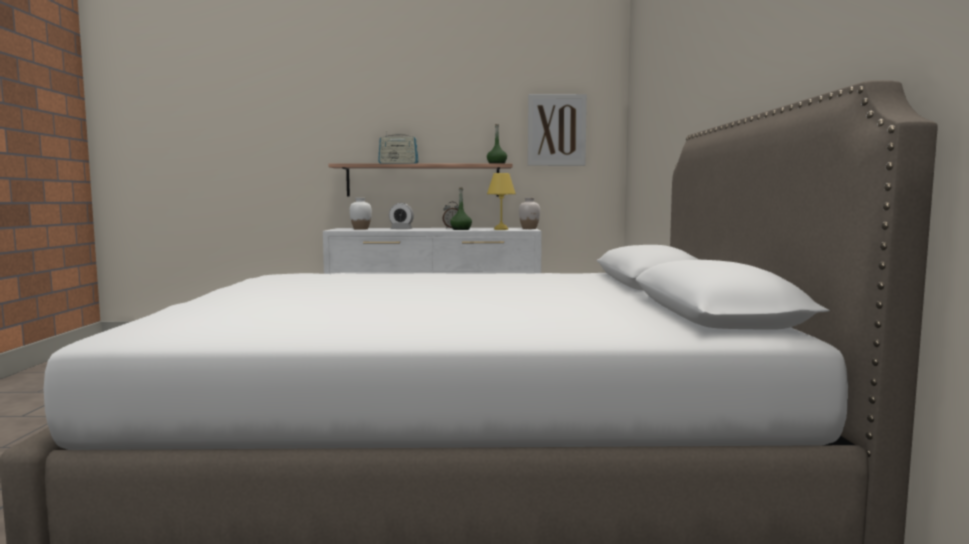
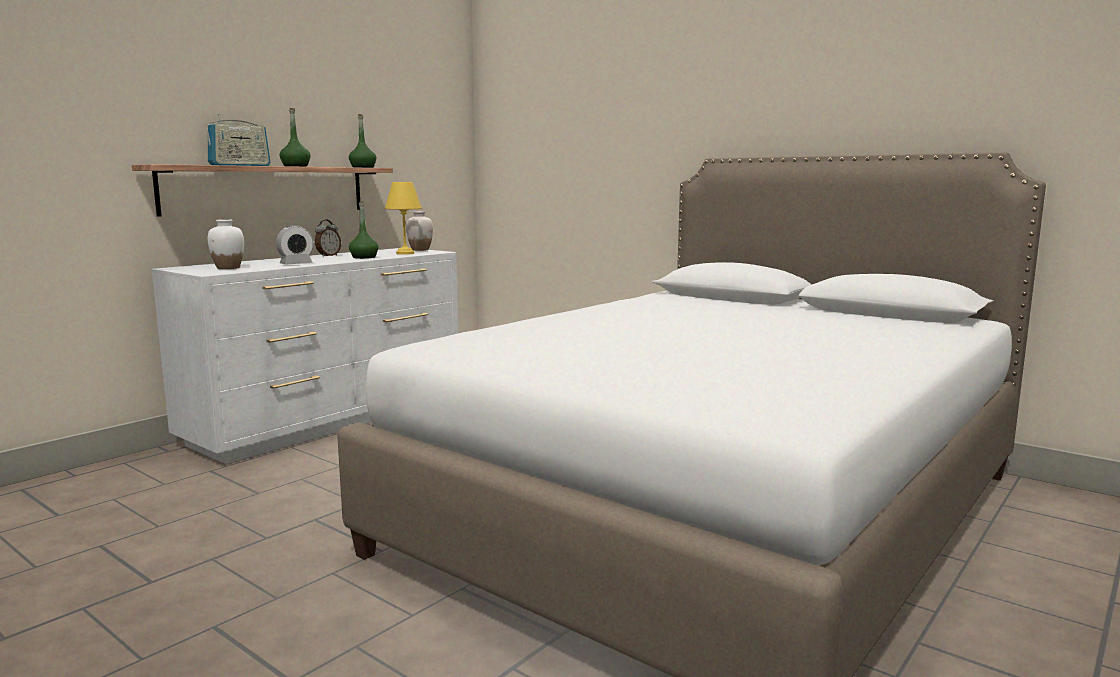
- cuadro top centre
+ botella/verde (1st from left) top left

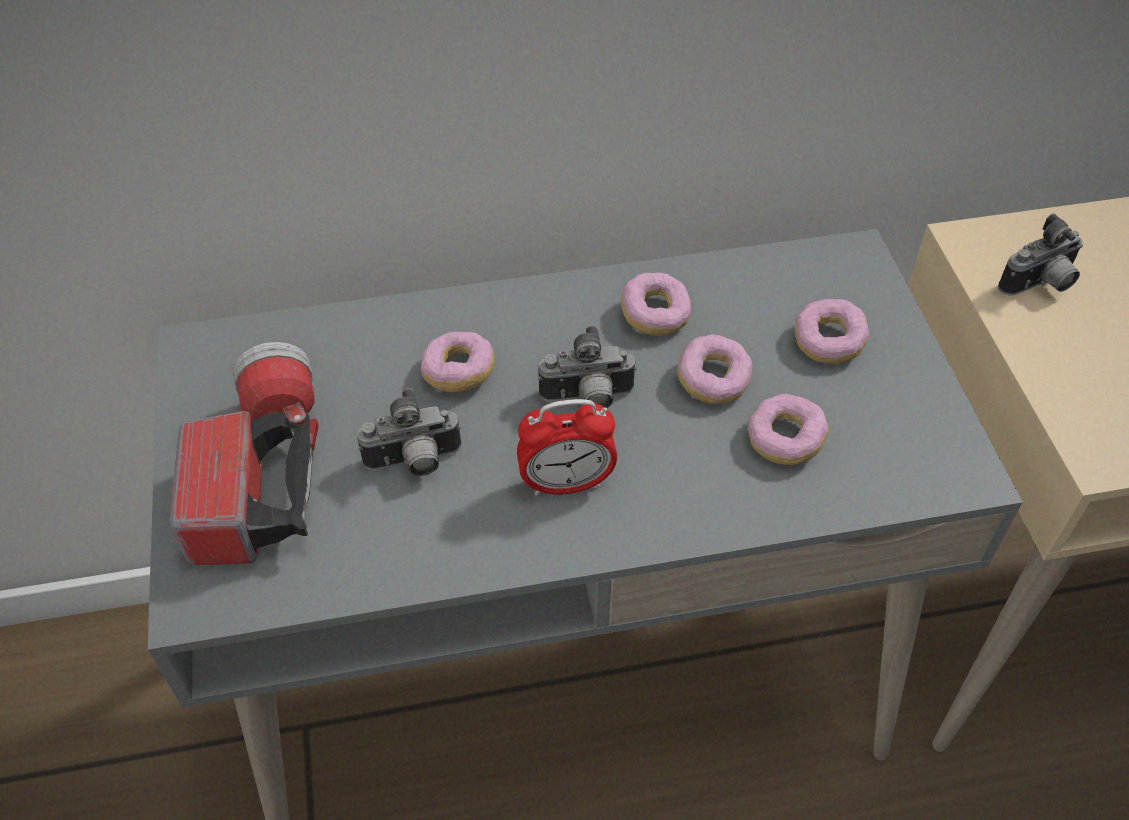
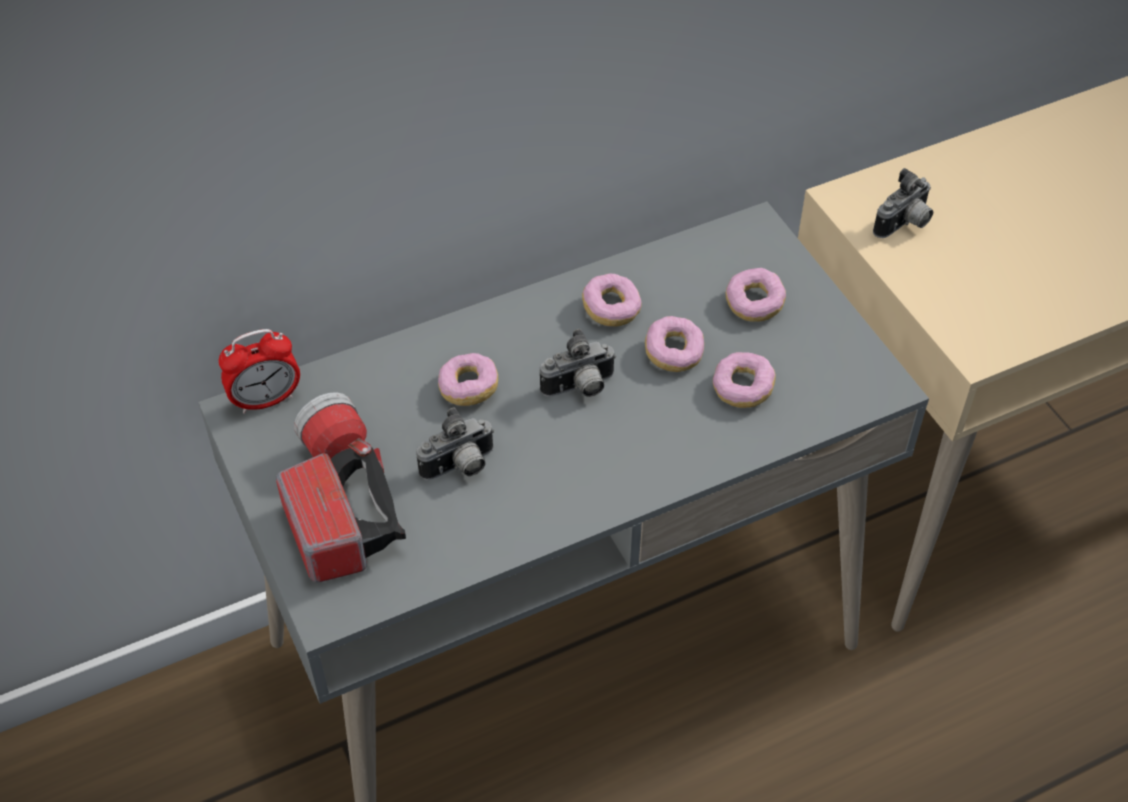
~ despertador centre to middle left

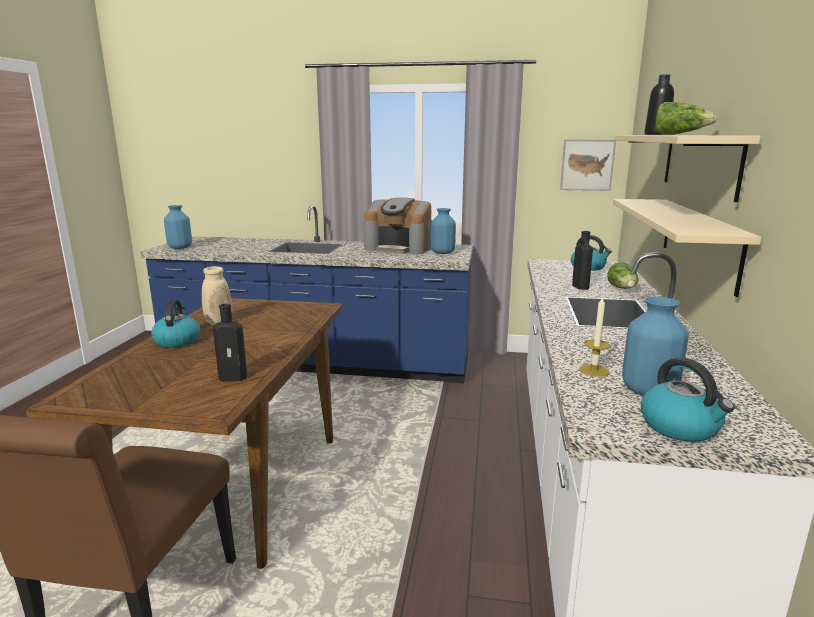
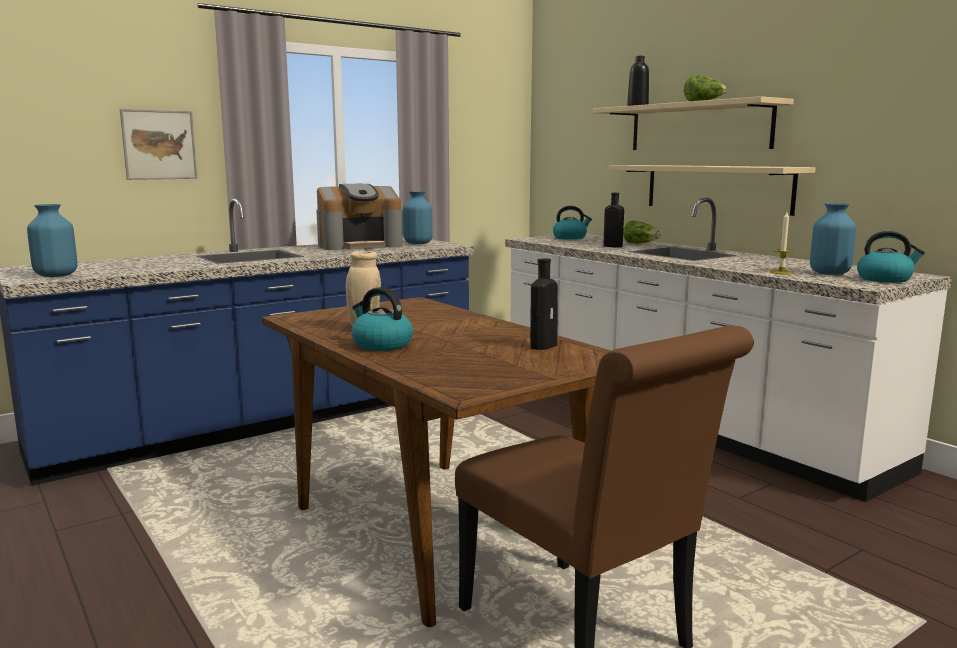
~ cuadro top right to top left

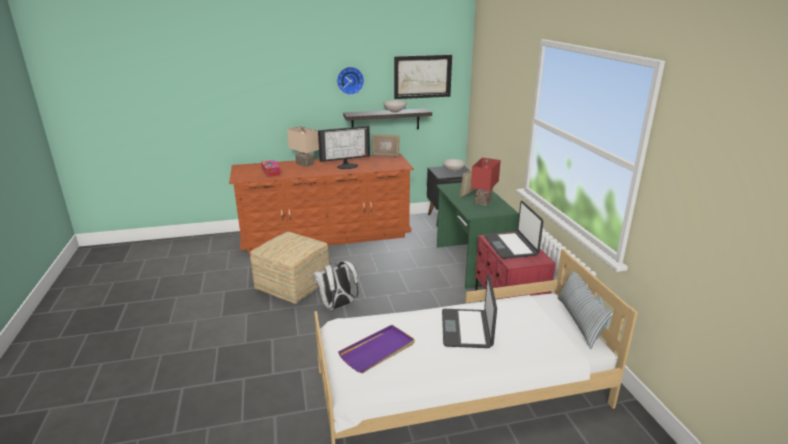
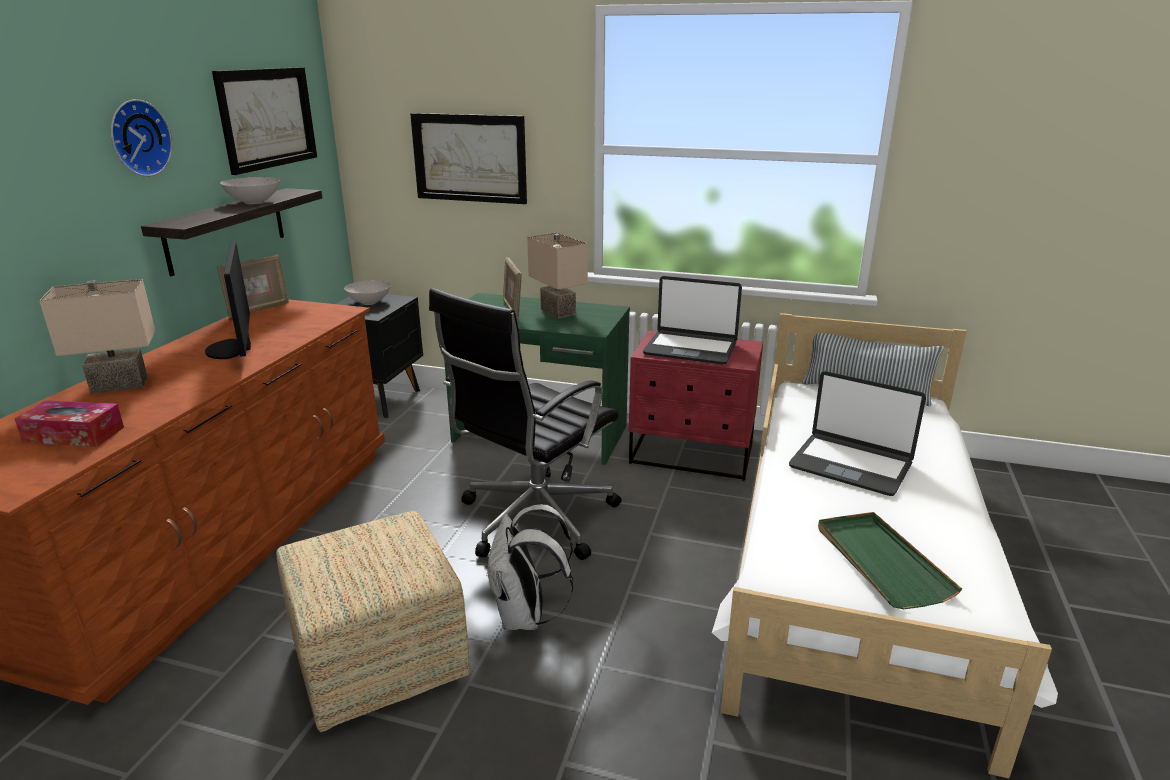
+ cuadro (2nd from left) top centre
+ silla de oficina/negro centre
~ bandeja/morado bottom centre to bandeja/verde bottom right
~ lámpara de mesa/rojo centre to lámpara de mesa/beis (2nd from left) centre
~ monitor top centre = middle left 150 degrees clockwise

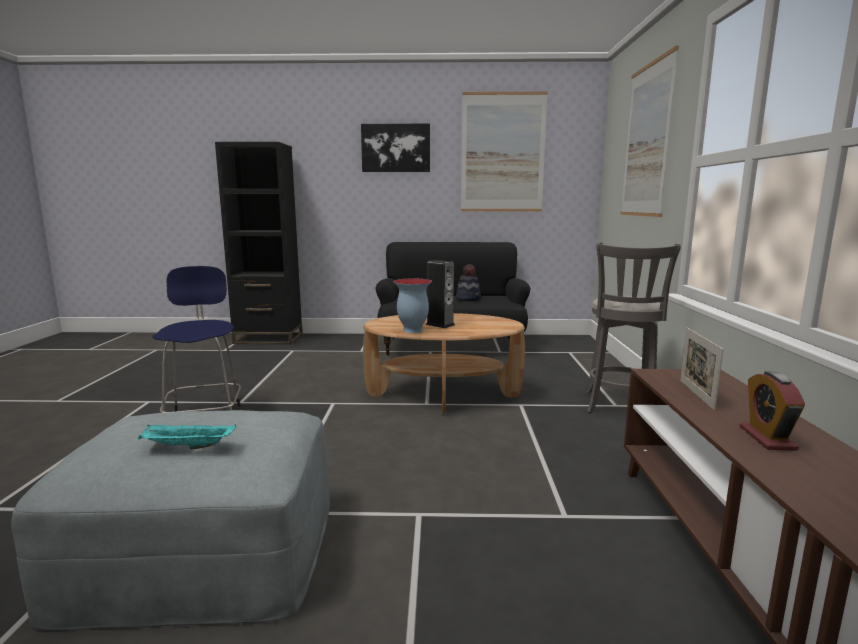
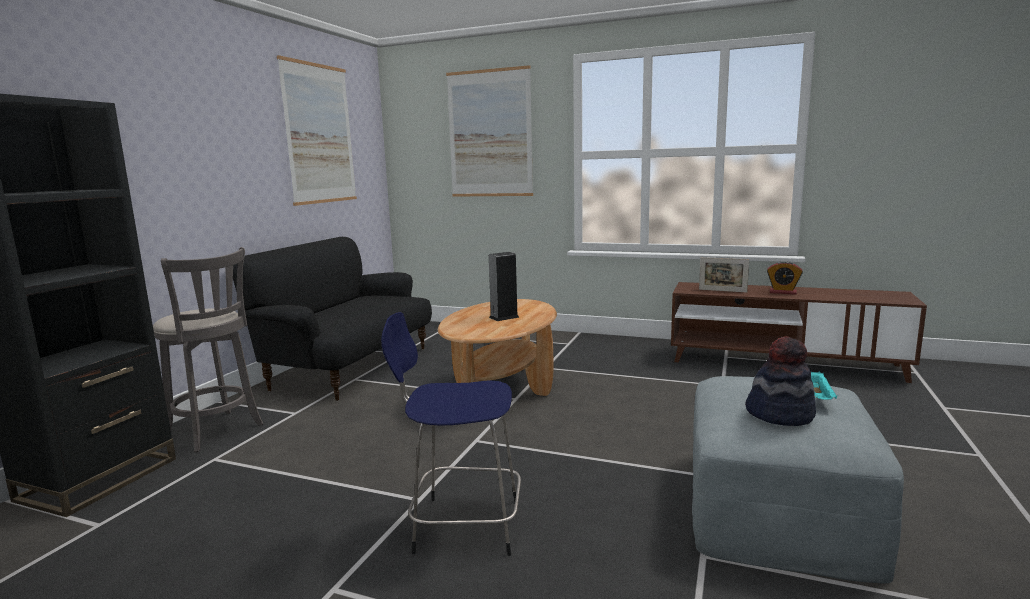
- cuadro (1st from left) top centre
- florero centre
~ sombrero centre to middle right
~ taburete/gris middle right to middle left

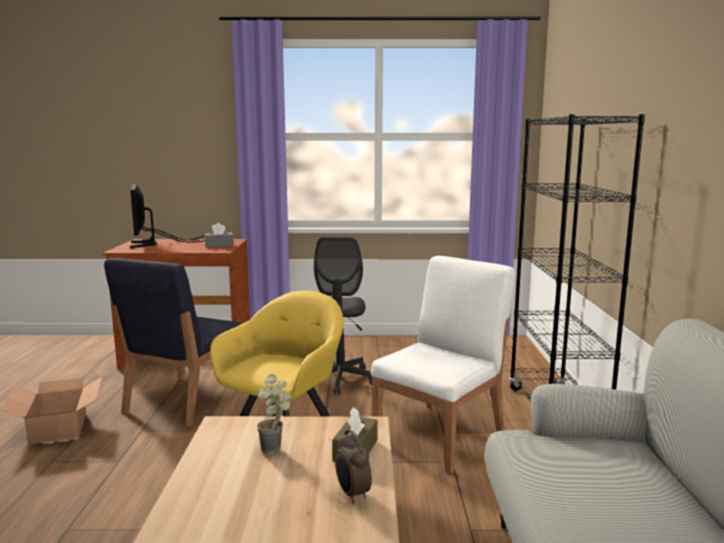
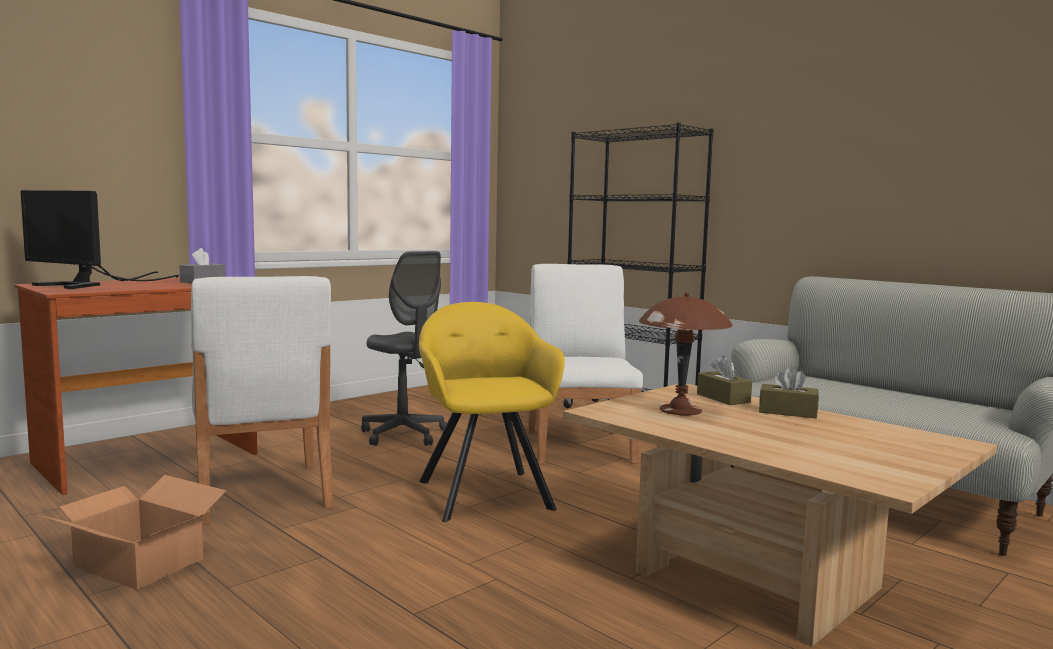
~ planta en maceta bottom centre to lámpara de mesa/marrón centre
~ despertador bottom centre to caja de pañuelos/marrón (2nd from left) middle right
~ silla/azul middle left to silla/blanco (1st from left) middle left

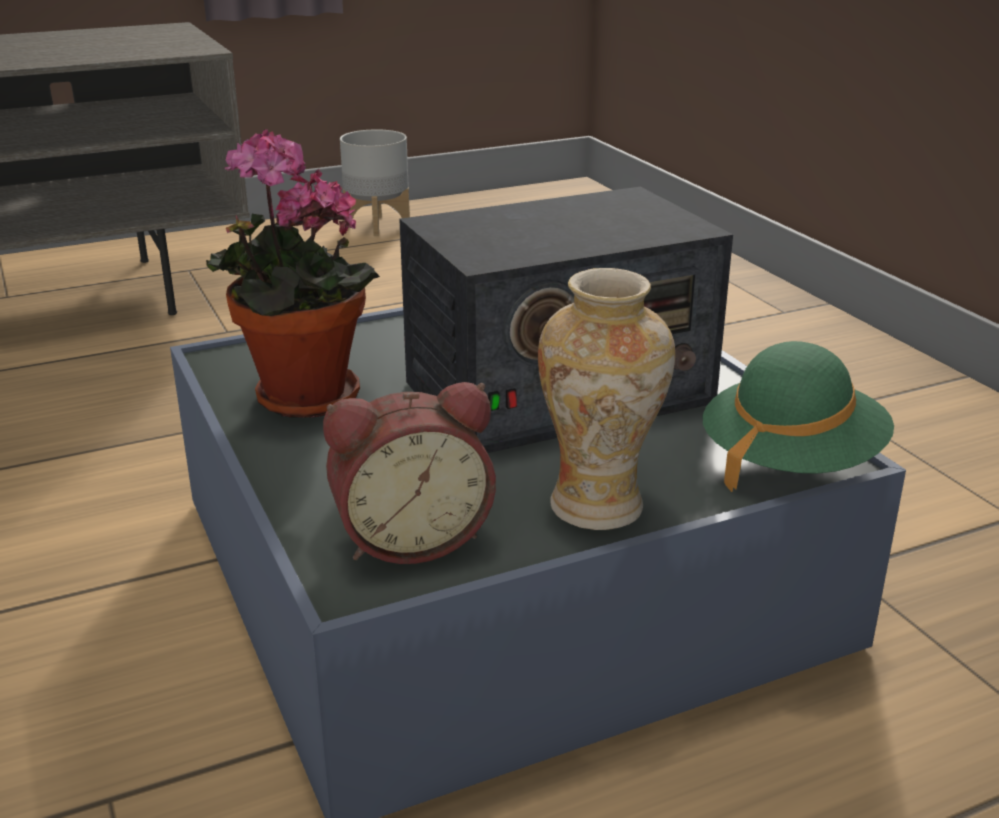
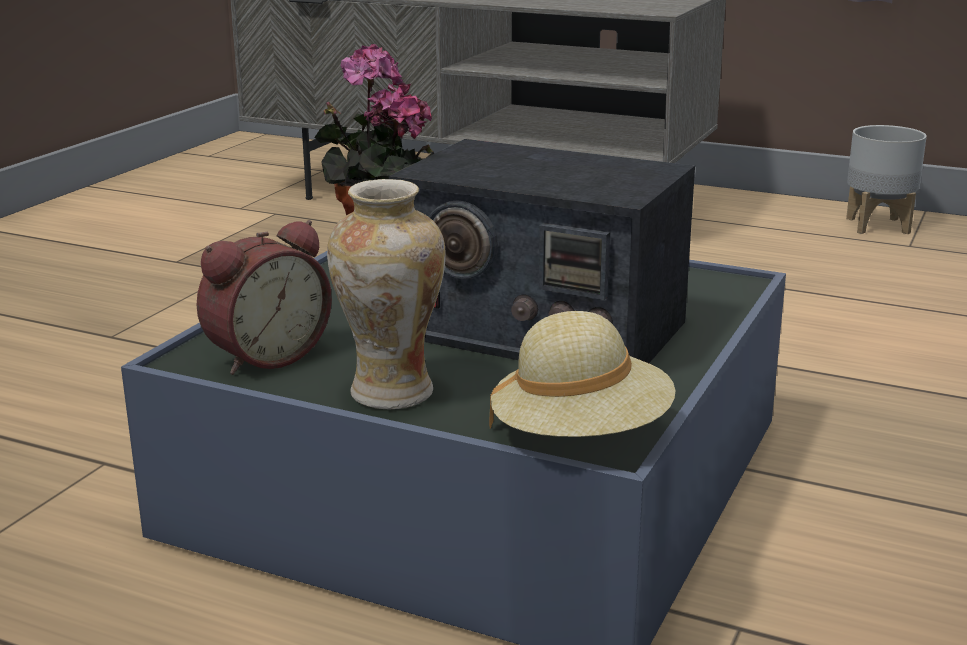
~ sombrero/verde middle right to sombrero/beis centre
~ despertador centre = middle left 75 degrees counterclockwise

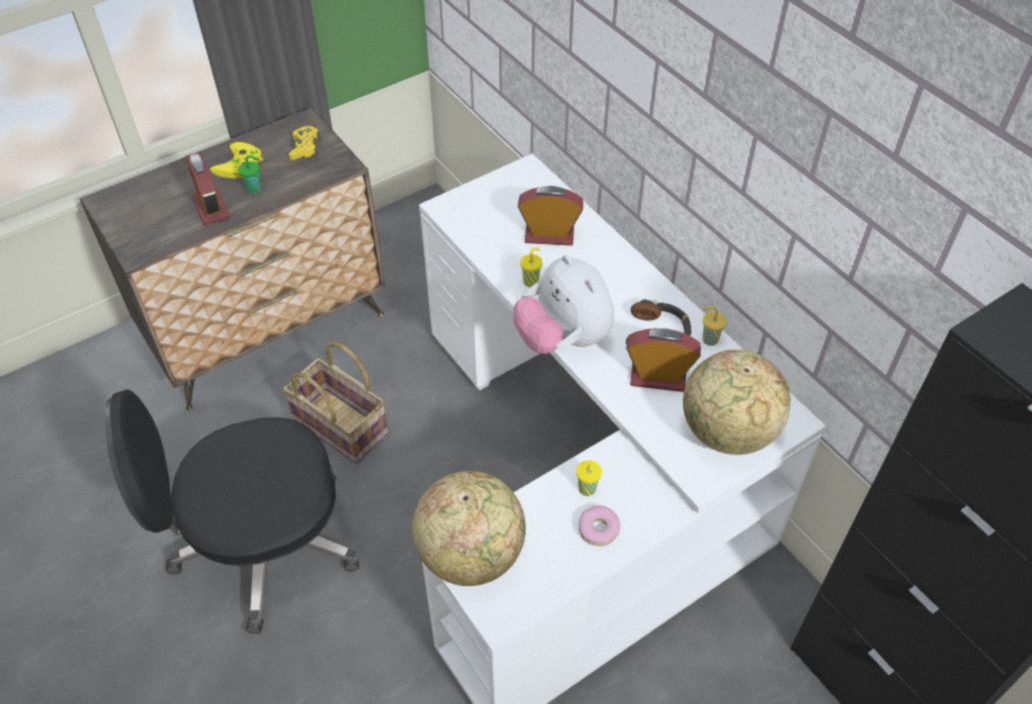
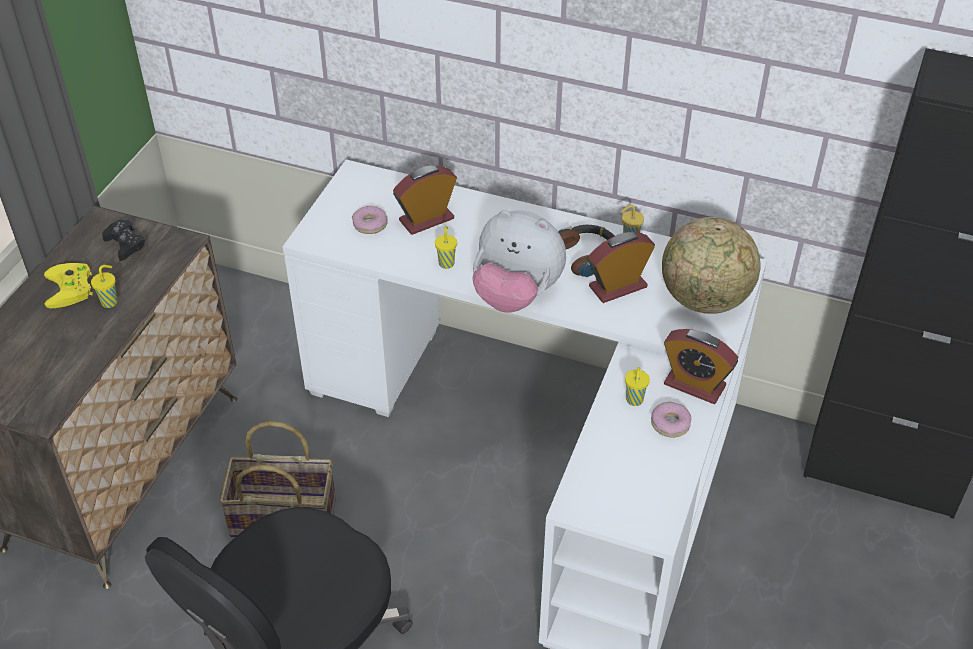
- globo terráqueo (1st from left) bottom centre
+ rosquilla (1st from left) centre
~ despertador (1st from left in the first image) top left to despertador (3rd from left) middle right
~ taza/verde top left to taza/amarillo (1st from left) middle left
~ mando de consola/amarillo (2nd from left) top left to mando de consola/negro middle left

